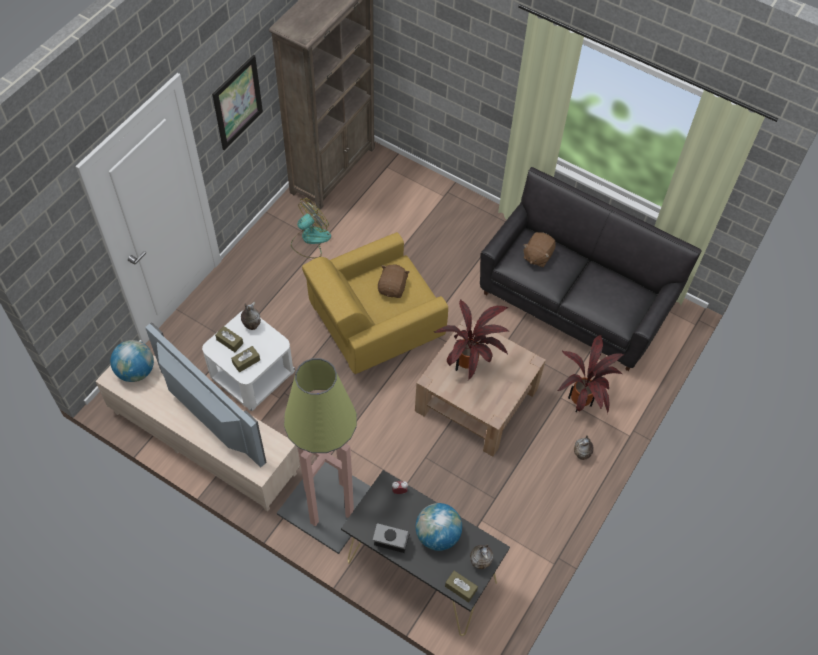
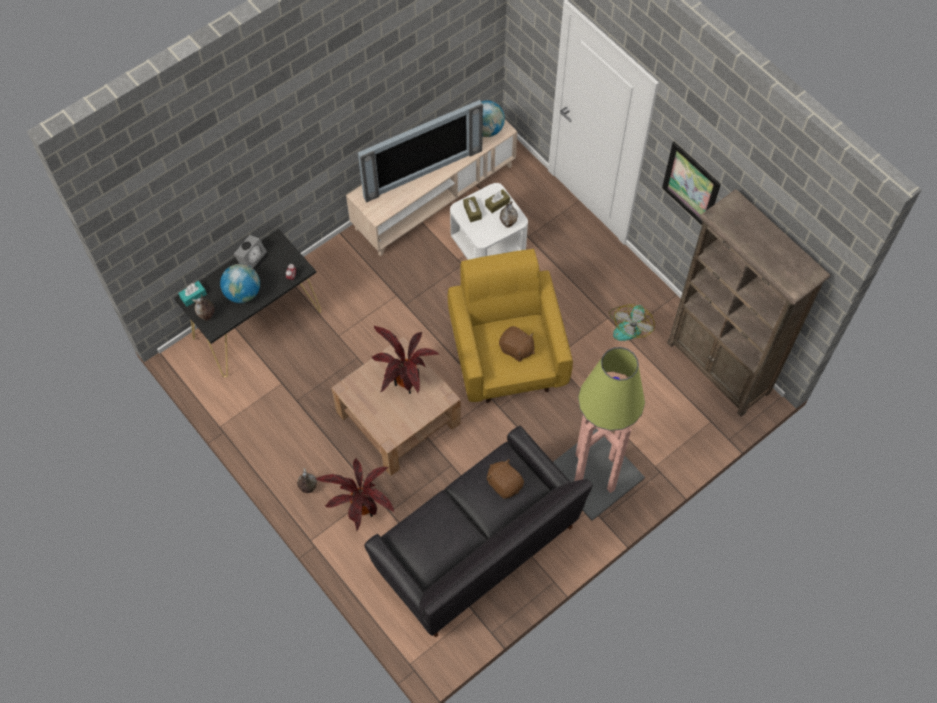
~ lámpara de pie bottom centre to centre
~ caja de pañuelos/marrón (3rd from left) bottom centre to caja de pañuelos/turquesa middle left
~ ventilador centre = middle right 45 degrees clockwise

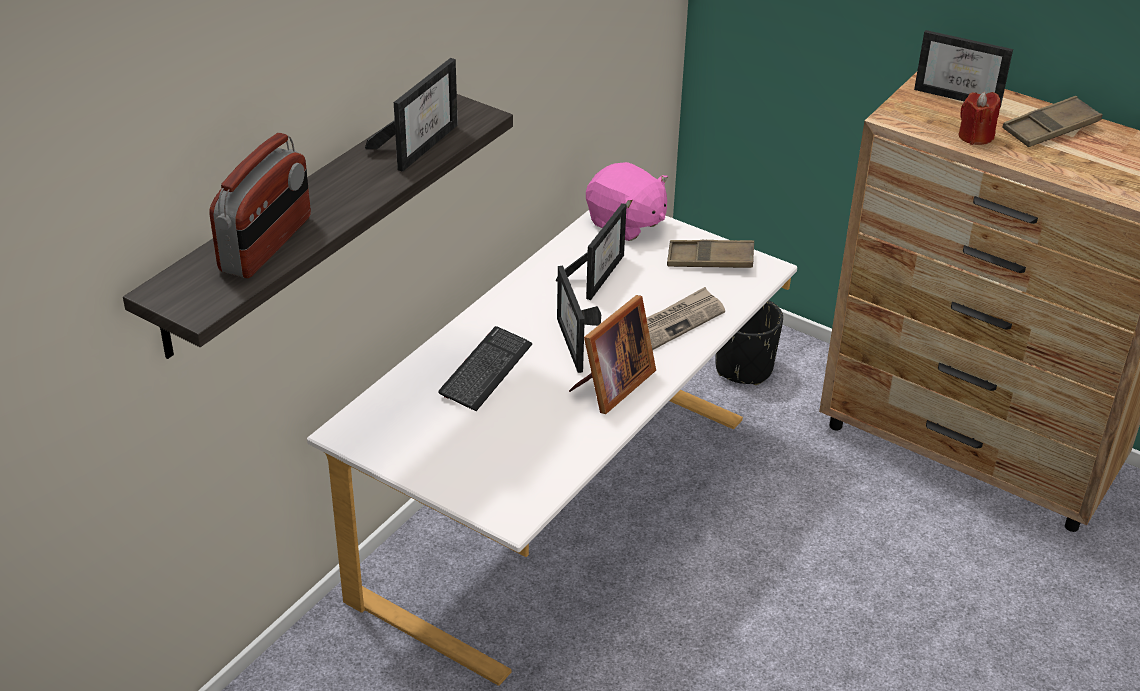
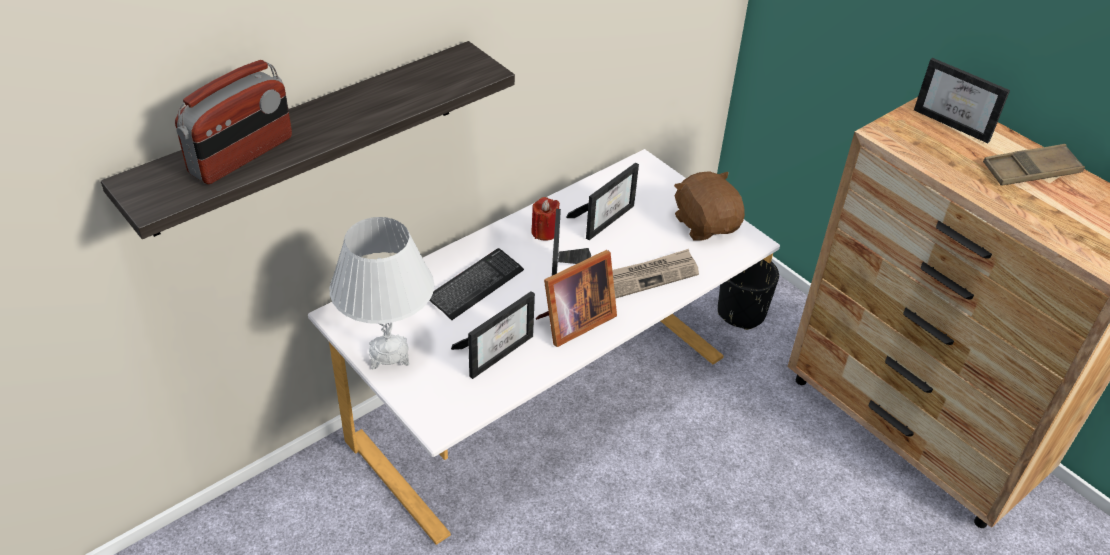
- peluche/rosa top centre
+ lámpara de mesa/blanco centre
~ portarretratos (1st from left) top centre to centre
~ vela/rojo top right to centre
~ bandeja/marrón (1st from left) centre to peluche/marrón centre

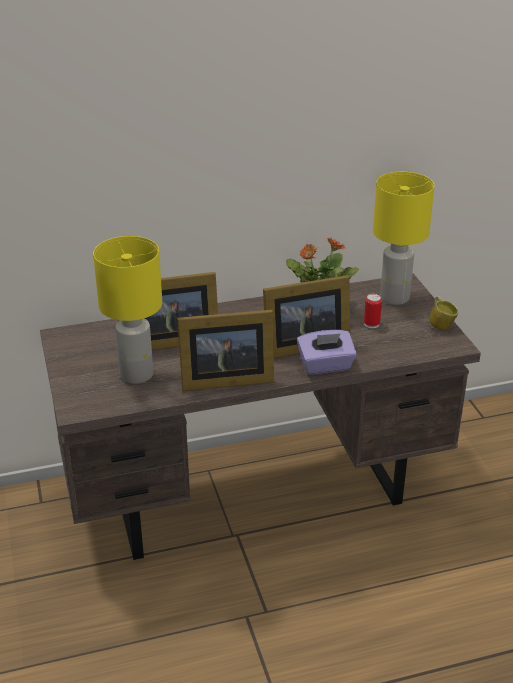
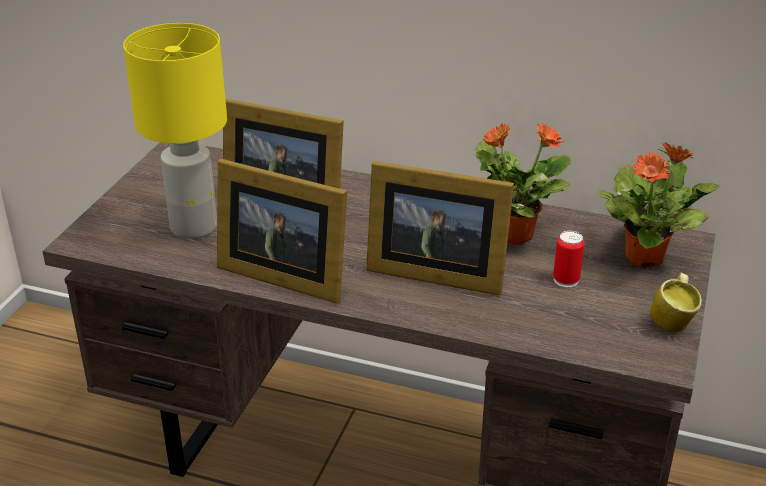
- caja de pañuelos/morado centre
~ lámpara de mesa/amarillo (2nd from left) middle right to planta en maceta (2nd from left) middle right

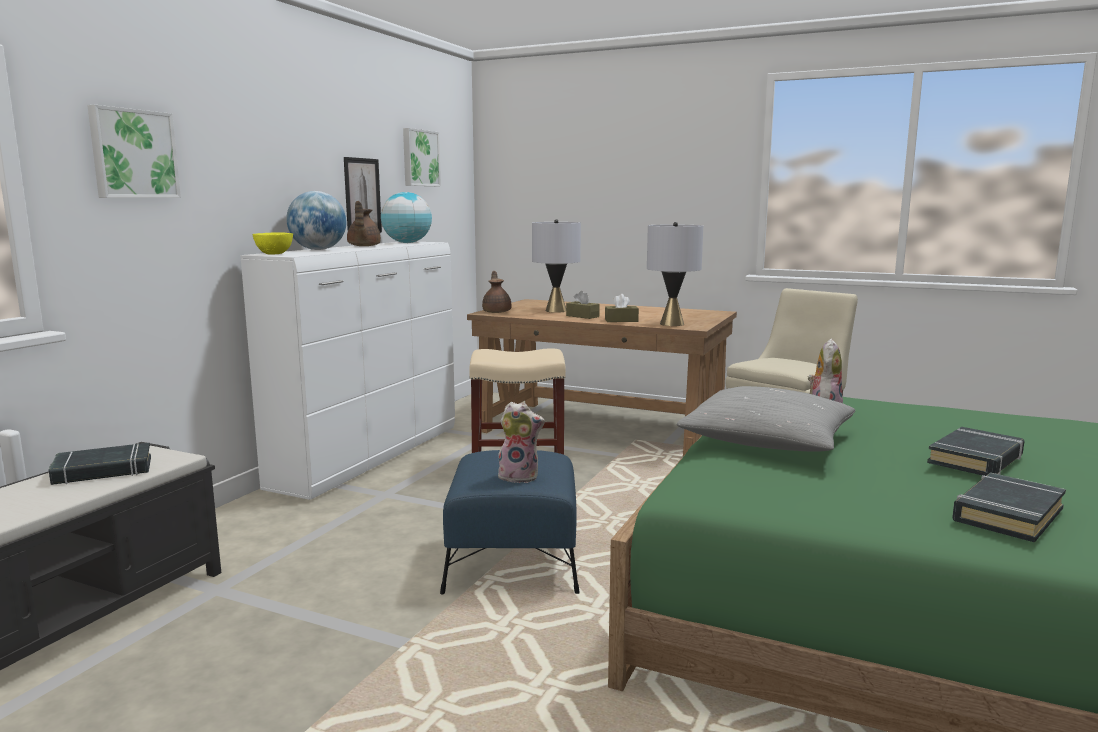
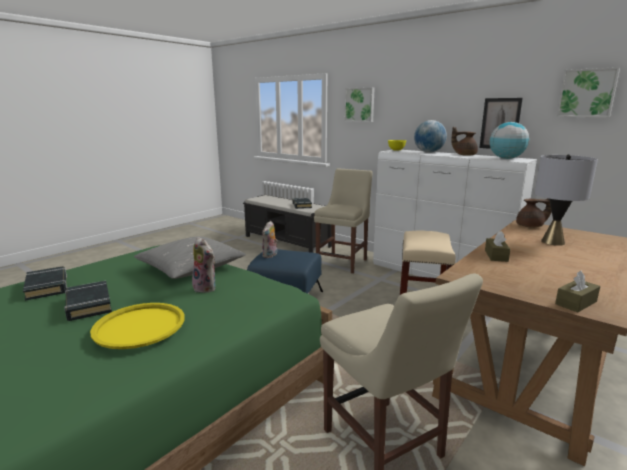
- lámpara de mesa/gris (2nd from left) centre
+ bandeja/amarillo bottom left
+ silla/beis (1st from left) centre
~ caja de pañuelos/marrón (1st from left in the first image) centre to caja de pañuelos/marrón (2nd from left) middle right

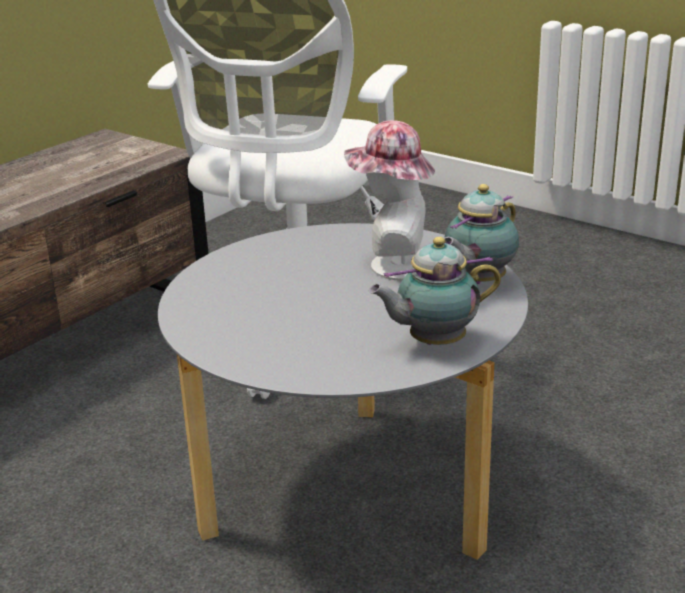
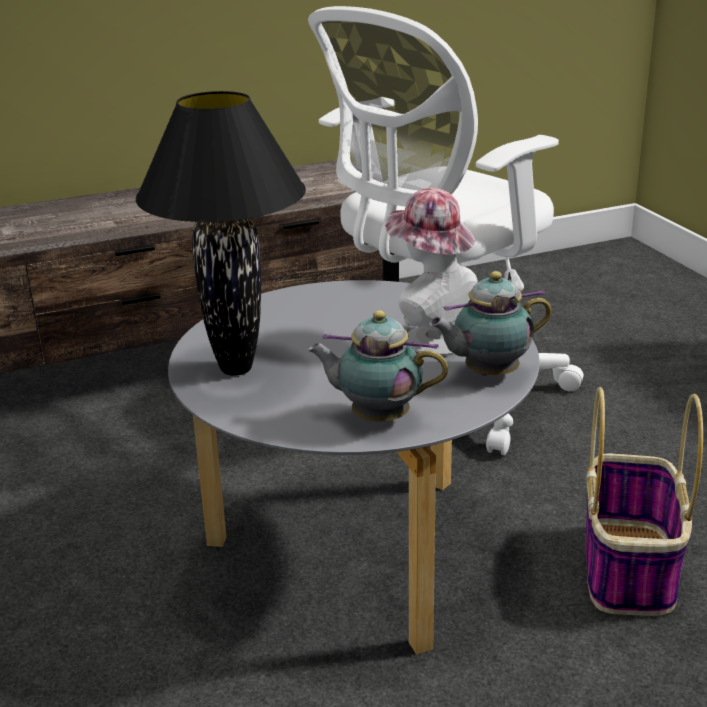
+ lámpara de mesa/negro top left
+ cesta bottom right

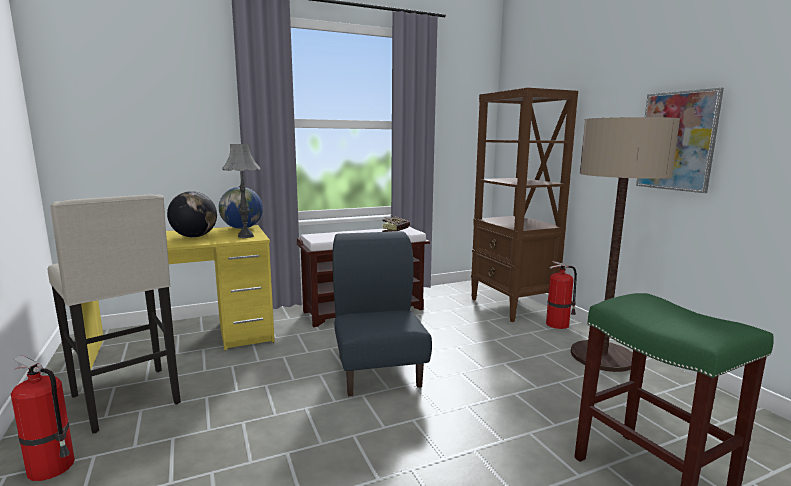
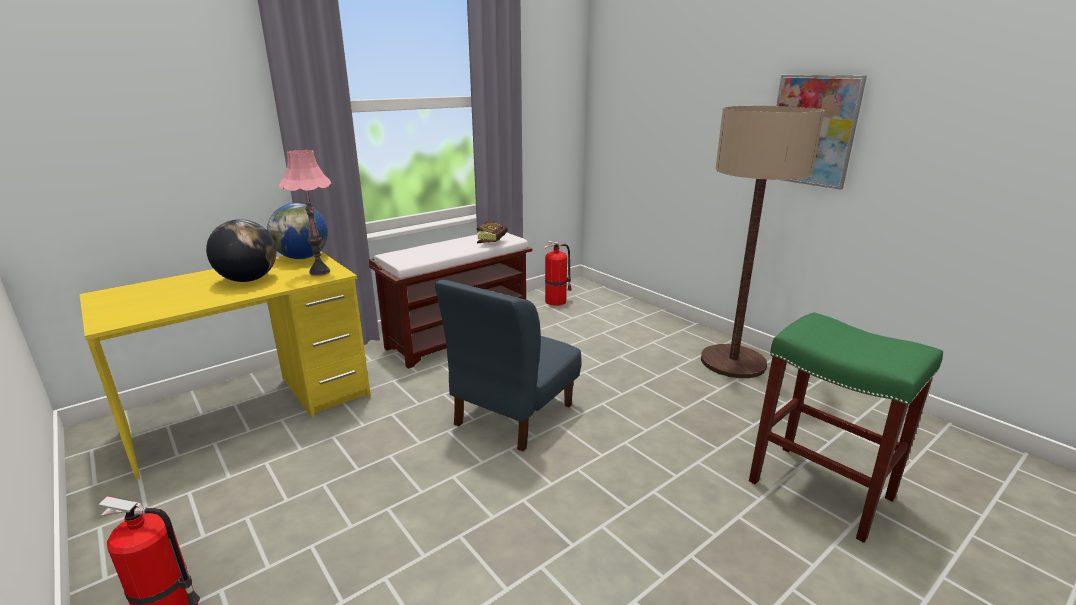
- taburete/beis middle left
- estantería/marrón centre
~ extintor (2nd from left) middle right to centre
~ lámpara de mesa/gris middle left to lámpara de mesa/rosa middle left
~ silla/azul centre = centre 120 degrees counterclockwise

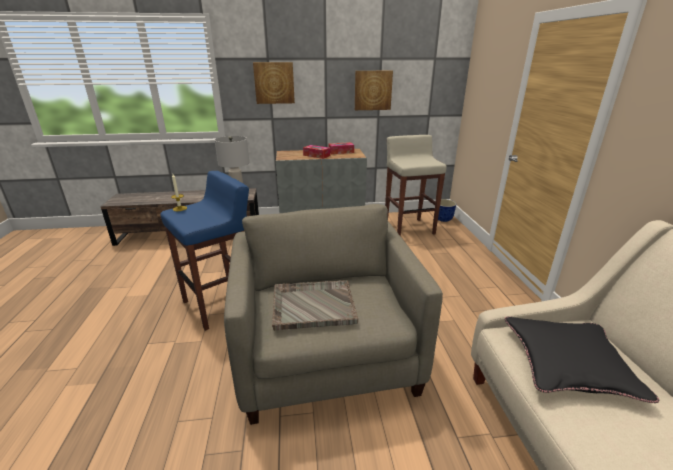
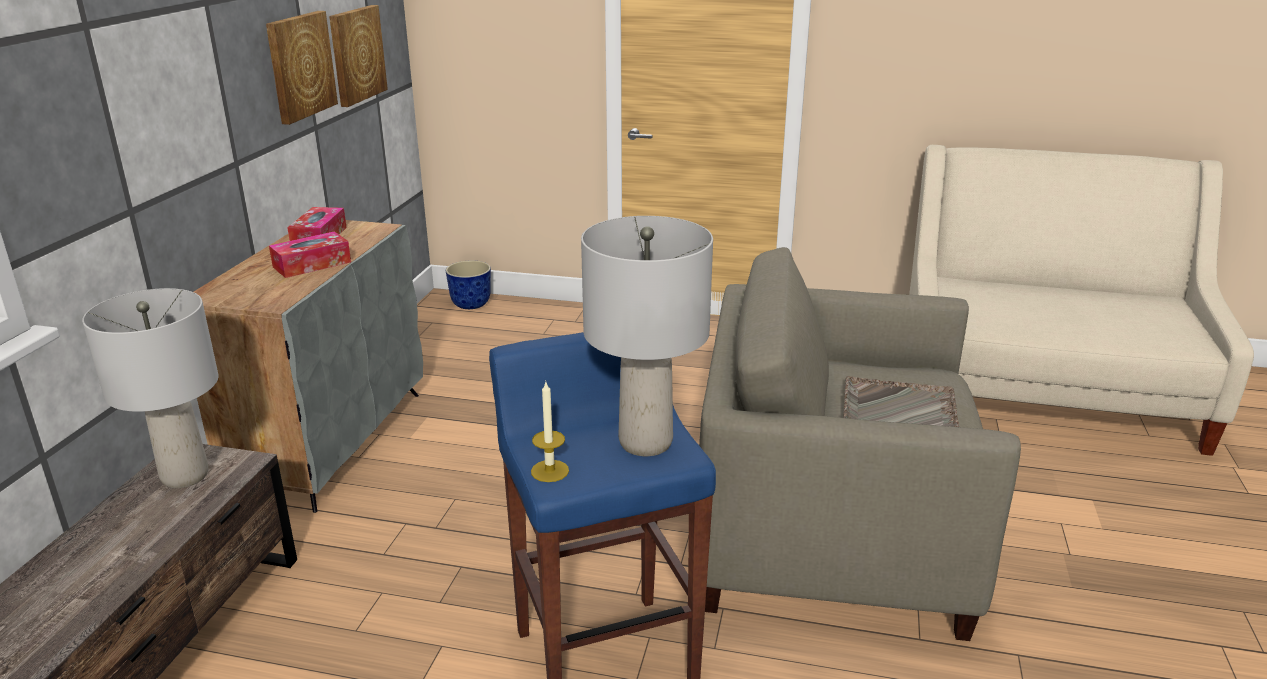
- taburete/beis centre
- cojín/negro bottom right
+ lámpara de mesa/gris (2nd from left) centre
~ cuadro (1st from left in the first image) top centre to cuadro (2nd from left) top left

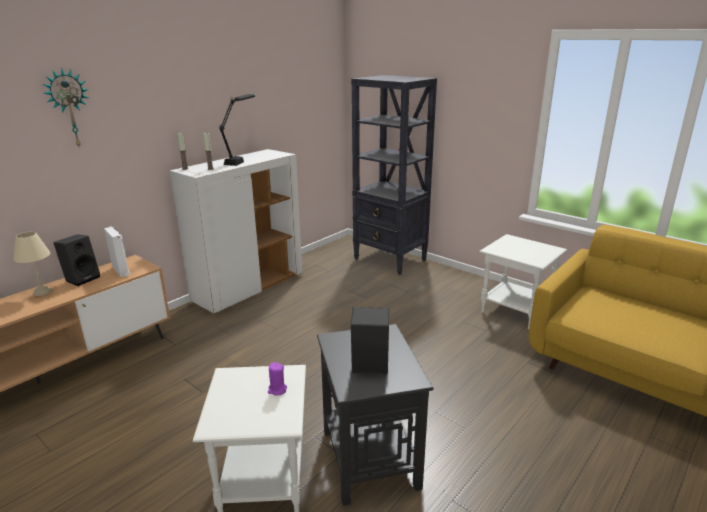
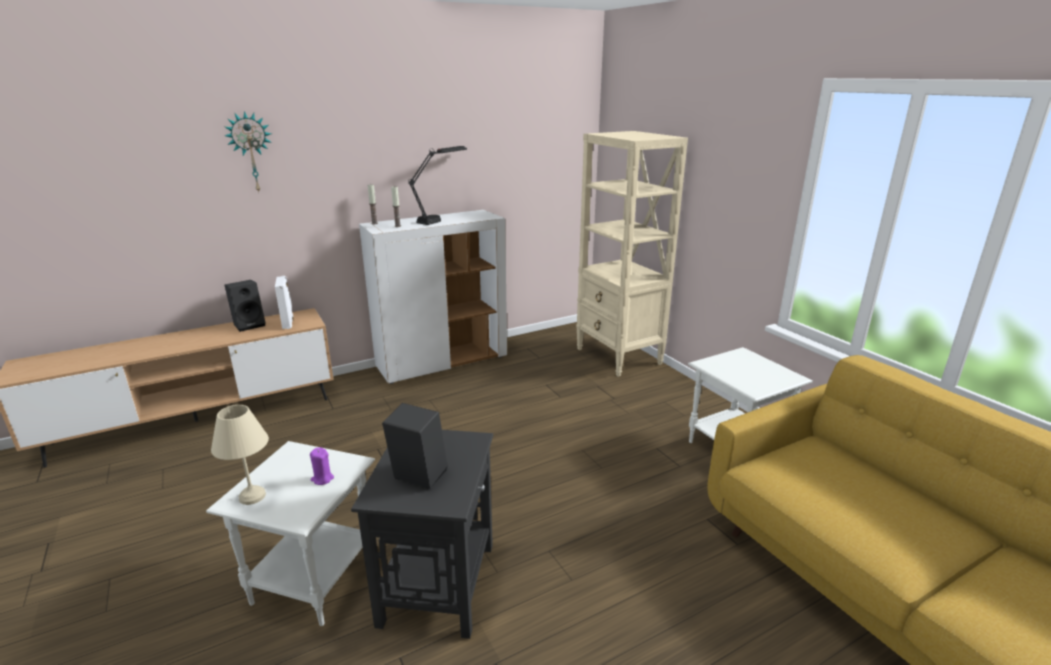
~ lámpara de mesa/beis middle left to bottom left
~ estantería/negro centre to estantería/beis centre

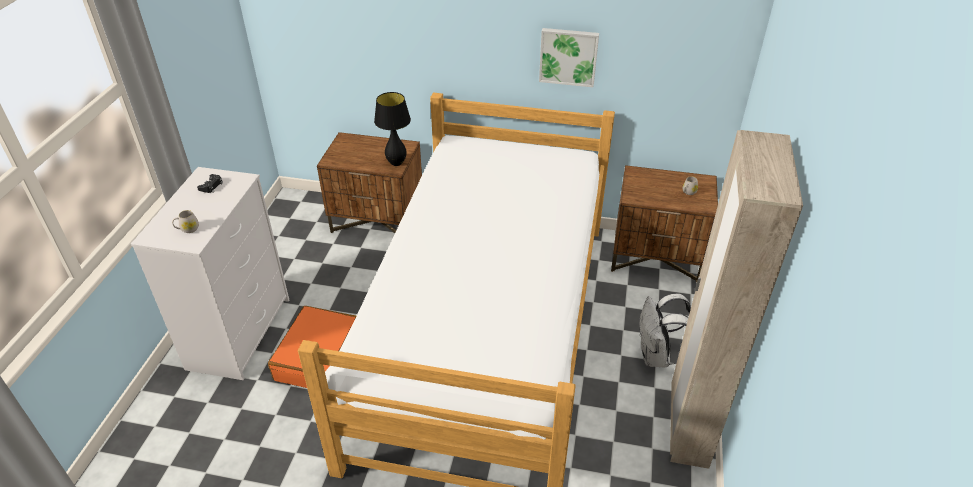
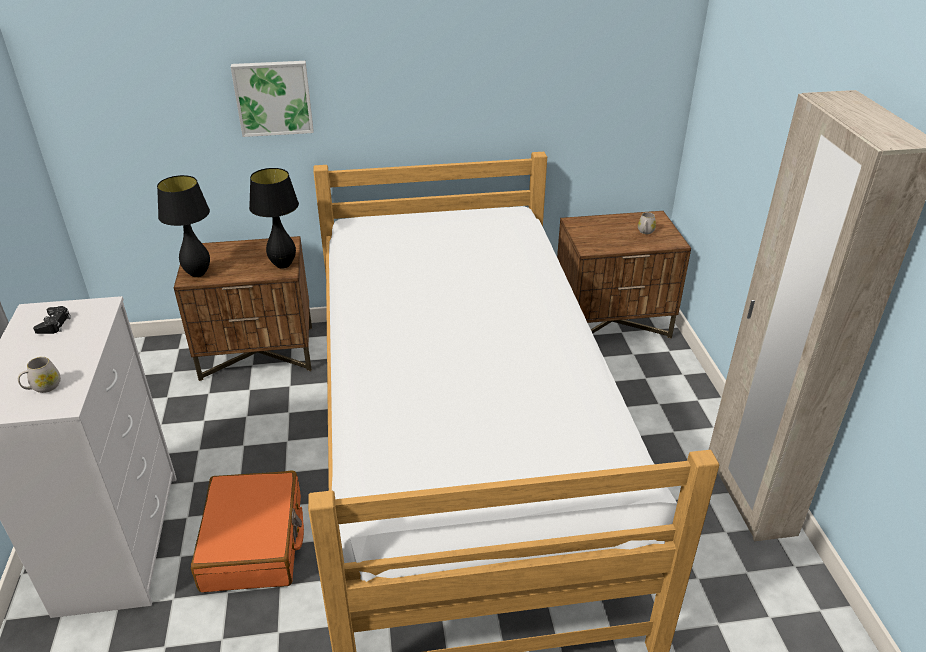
- mochila/blanco bottom right
+ lámpara de mesa/negro (1st from left) middle left
~ cuadro top centre to top left

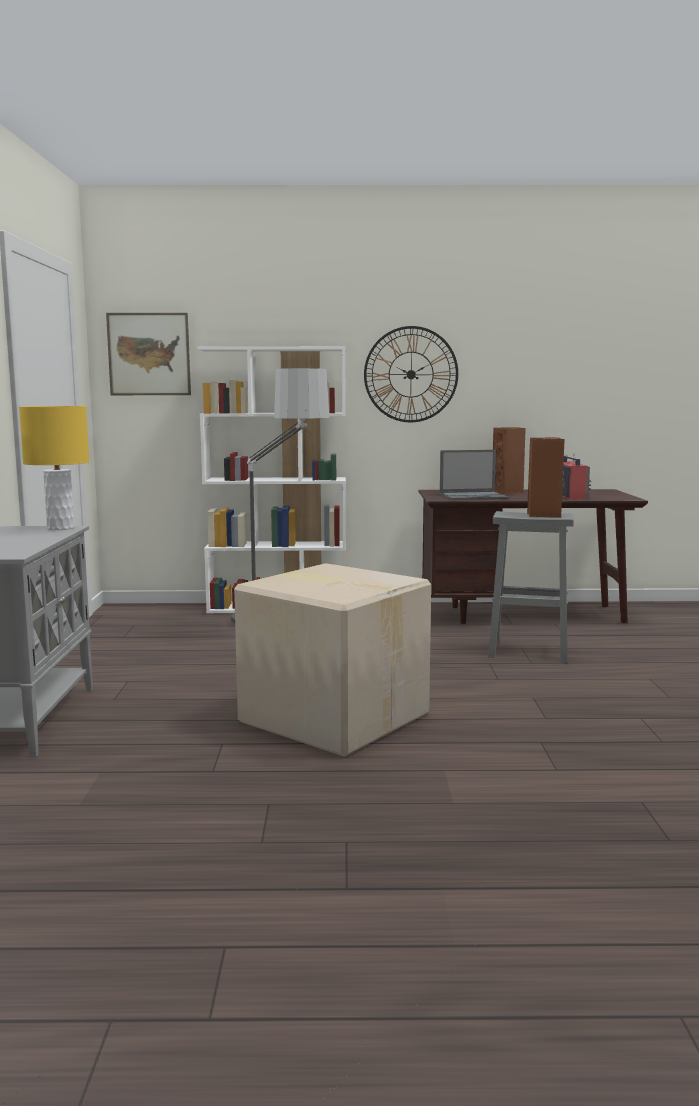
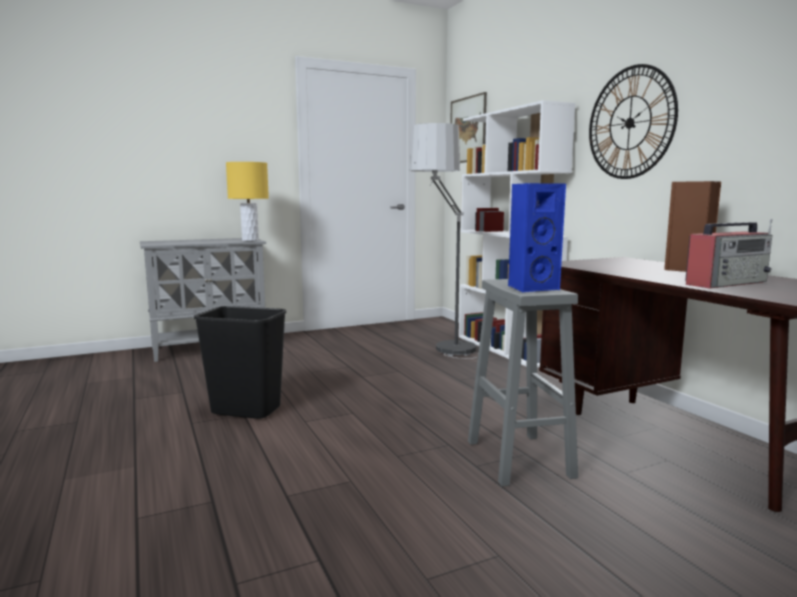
- portátil middle right
~ caja de cartón centre to papelera/negro middle left
~ altavoz/marrón (2nd from left) middle right to altavoz/azul middle right

